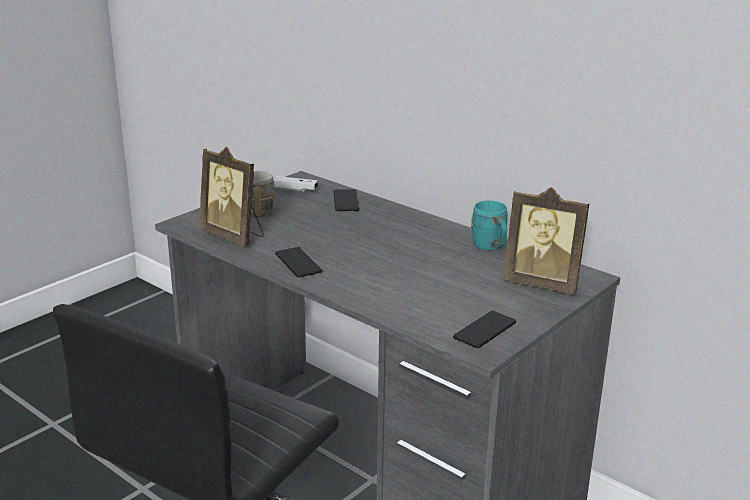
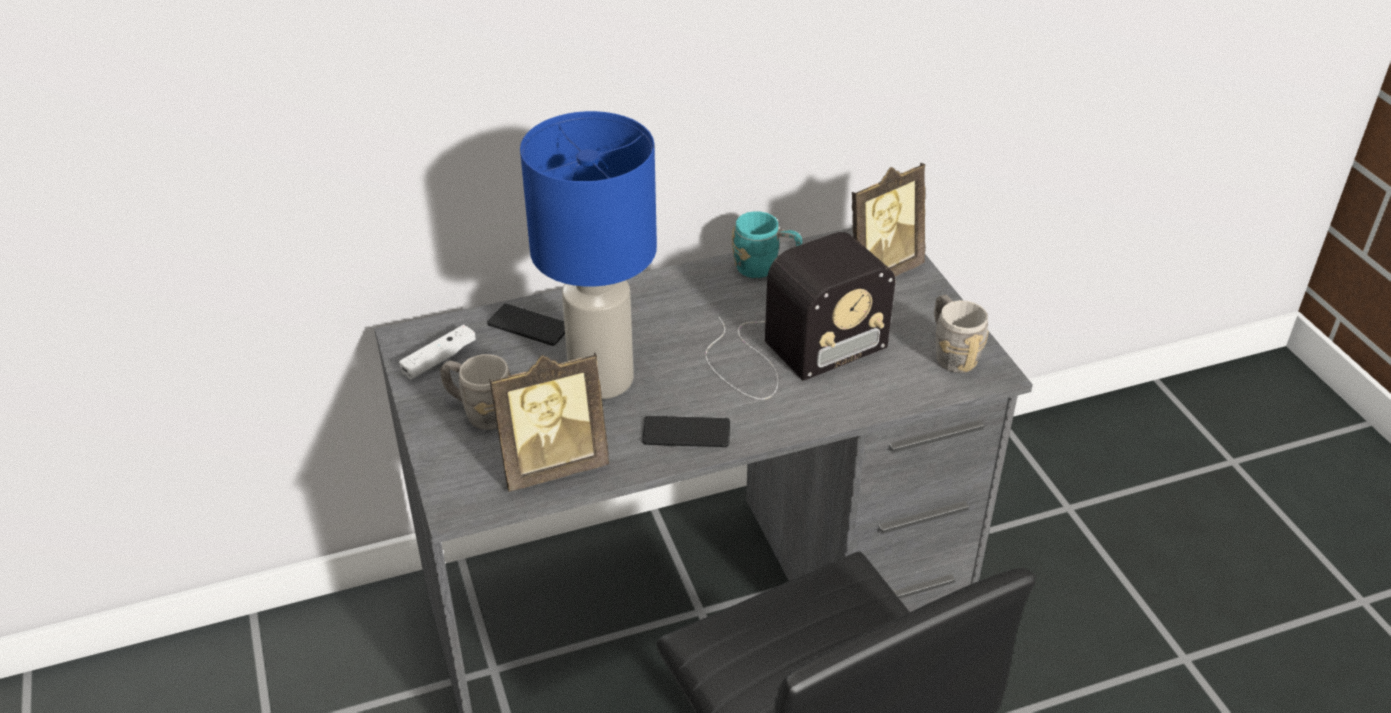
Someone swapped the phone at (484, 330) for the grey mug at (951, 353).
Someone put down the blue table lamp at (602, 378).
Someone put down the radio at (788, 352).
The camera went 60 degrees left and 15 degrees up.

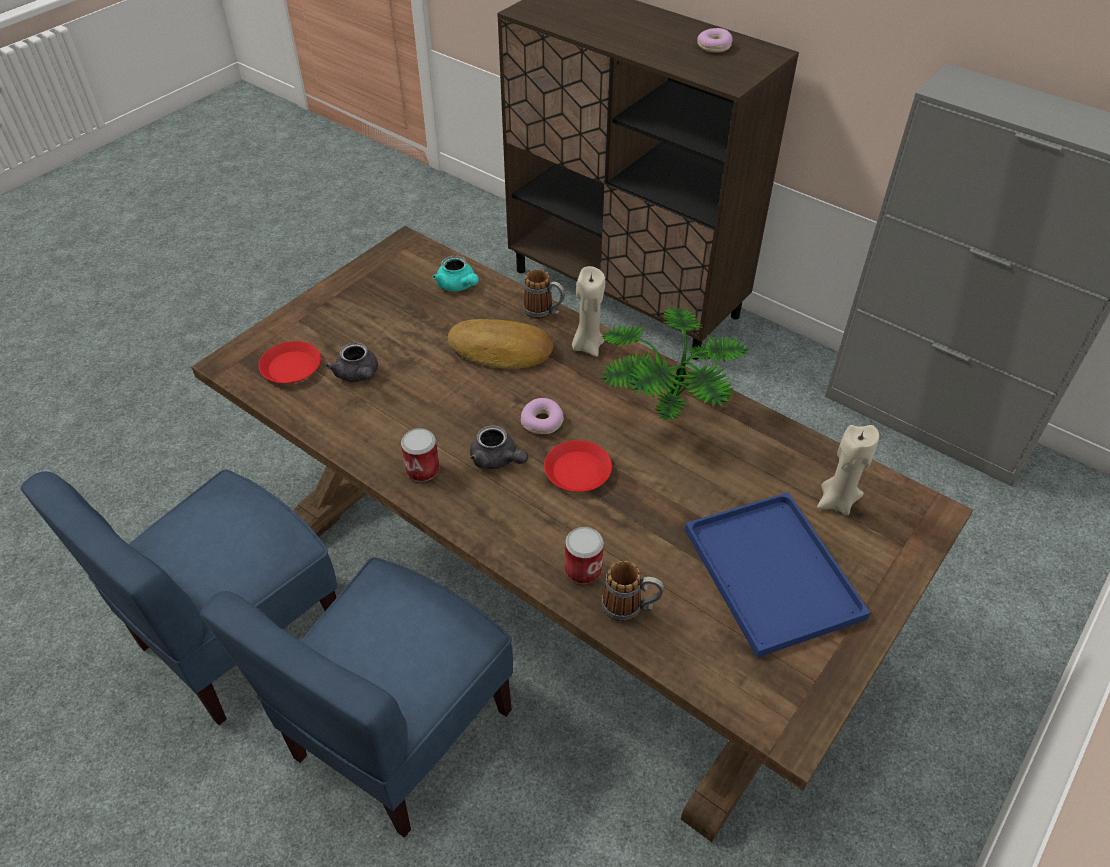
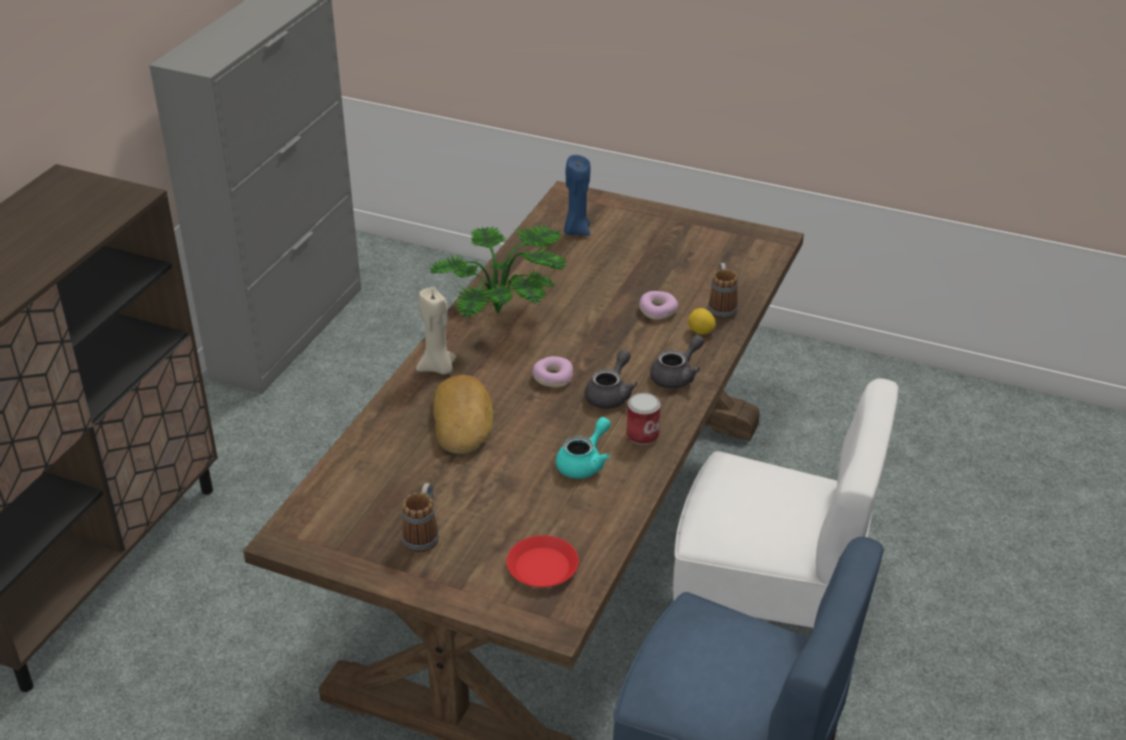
Someone carried the donut from (714, 47) to (657, 310).
Someone carried the turquoise teapot from (458, 286) to (584, 463).
Someone carried the mug from (544, 312) to (423, 534).
Someone carried the grey teapot from (358, 375) to (677, 376).
Someone repainted the beige candle at (837, 501), which became the blue candle at (576, 230).
Someone took away the red plate at (578, 470).
Someone took away the blue tray at (775, 575).
Someone swapped the can at (583, 569) for the lemon at (700, 332).
Someone repainted the blue chair at (400, 732), which became the white chair at (767, 616).
The camera went 105 degrees left and 10 degrees down.

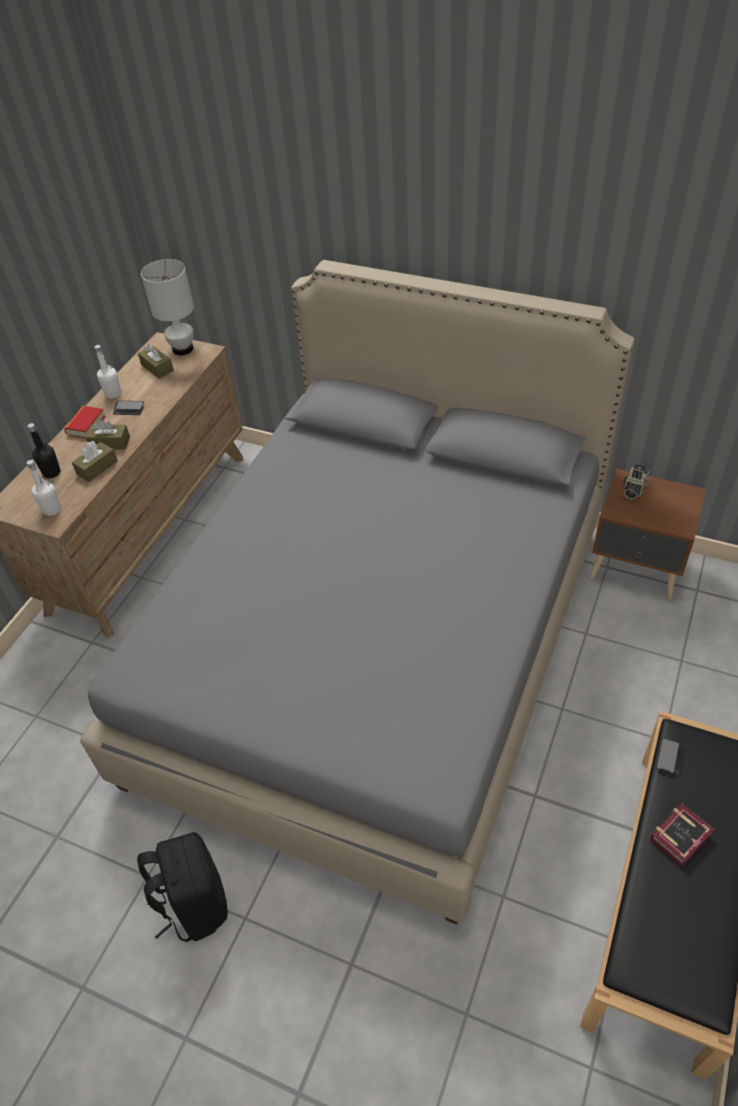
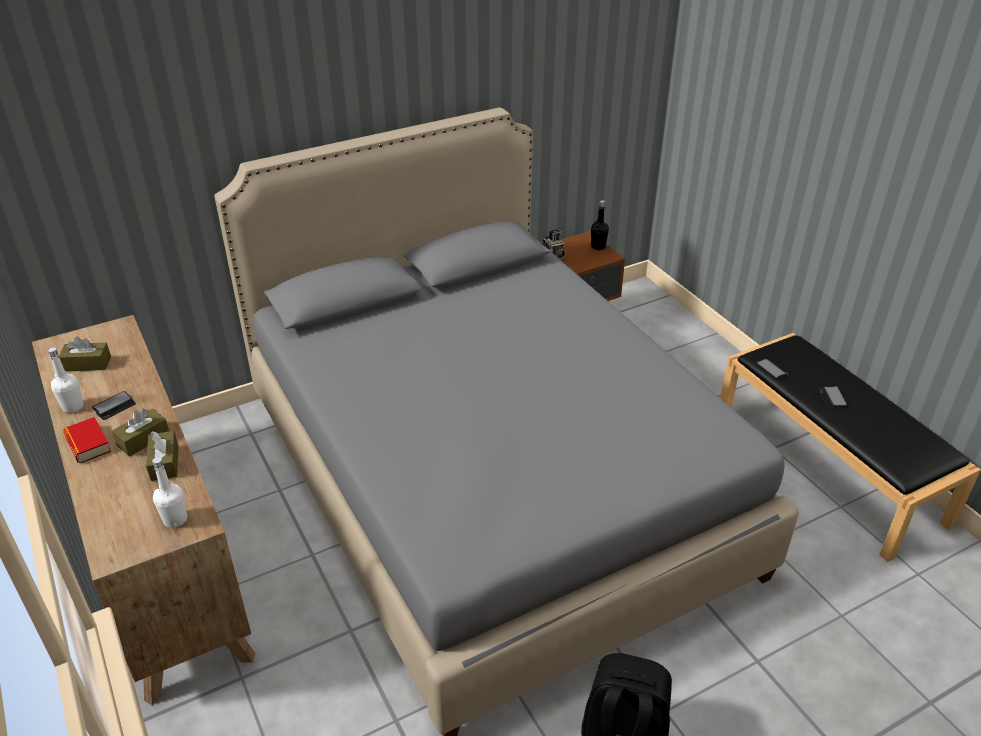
Someone took away the white table lamp at (183, 349).
Someone carried the black bottle from (52, 473) to (598, 247).
Someone swapped the book at (682, 836) for the phone at (832, 398).
The camera went 55 degrees left and 10 degrees down.

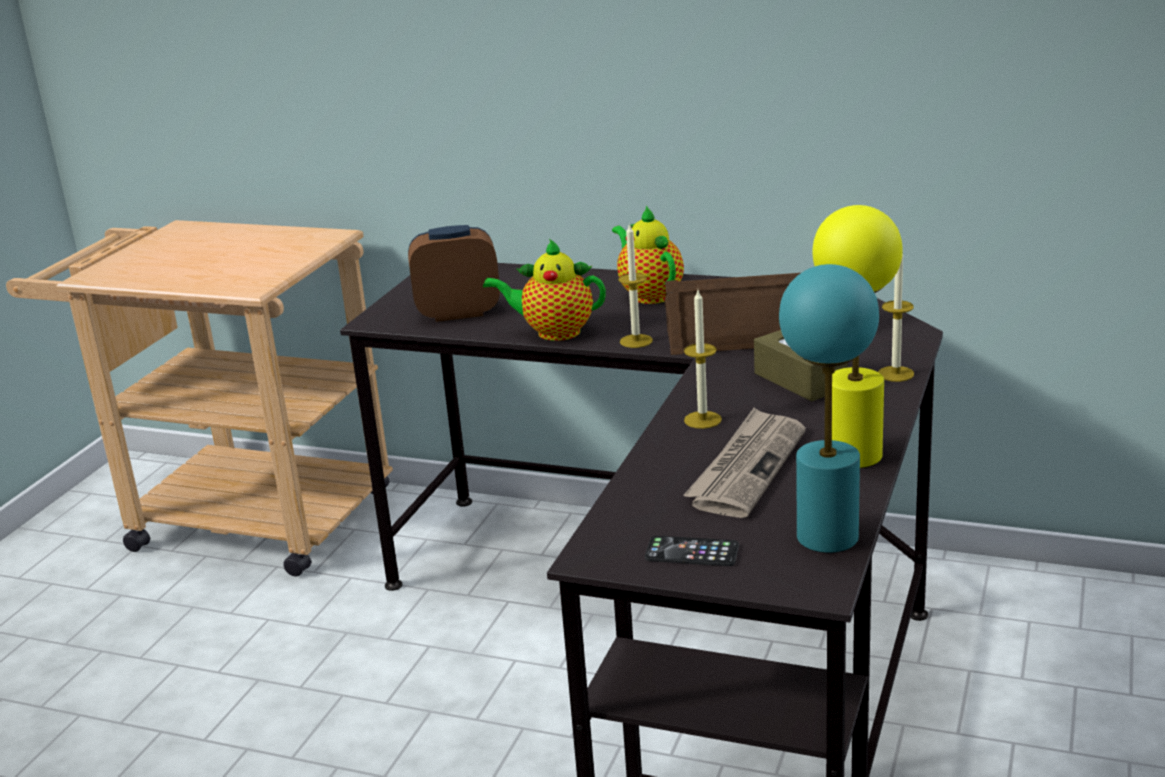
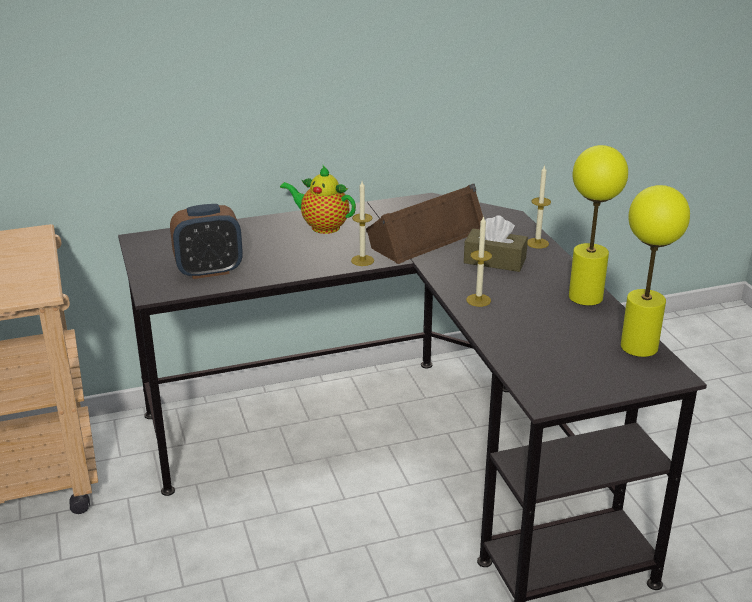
Someone rotated the alarm clock at (458, 313) by 150 degrees counterclockwise.
Someone took away the teapot at (553, 332).
Someone repainted the turquoise table lamp at (826, 536), which became the yellow table lamp at (638, 347).
Someone took away the newspaper at (747, 467).
Someone took away the phone at (692, 552).
The camera went 40 degrees left and 5 degrees up.

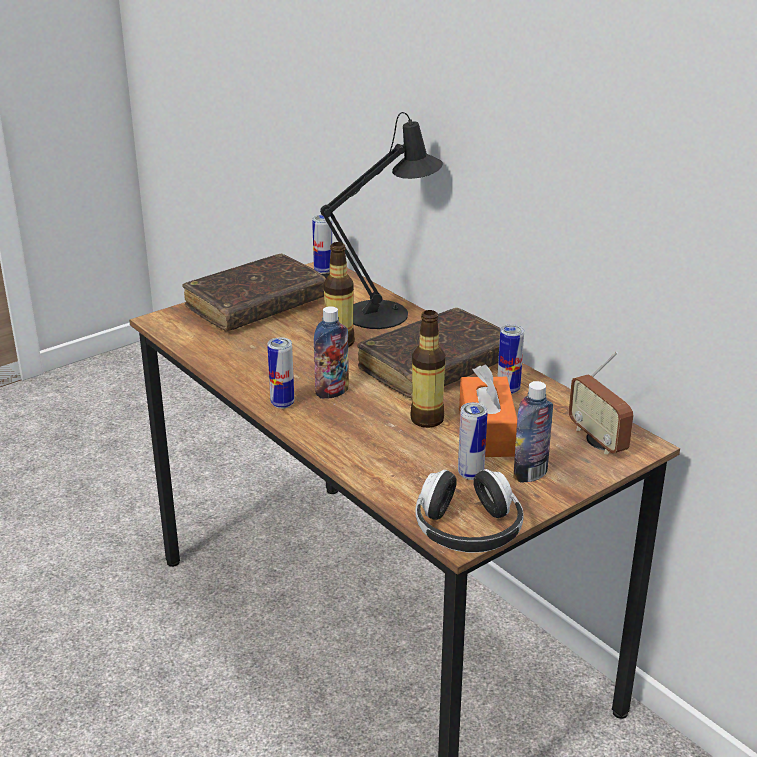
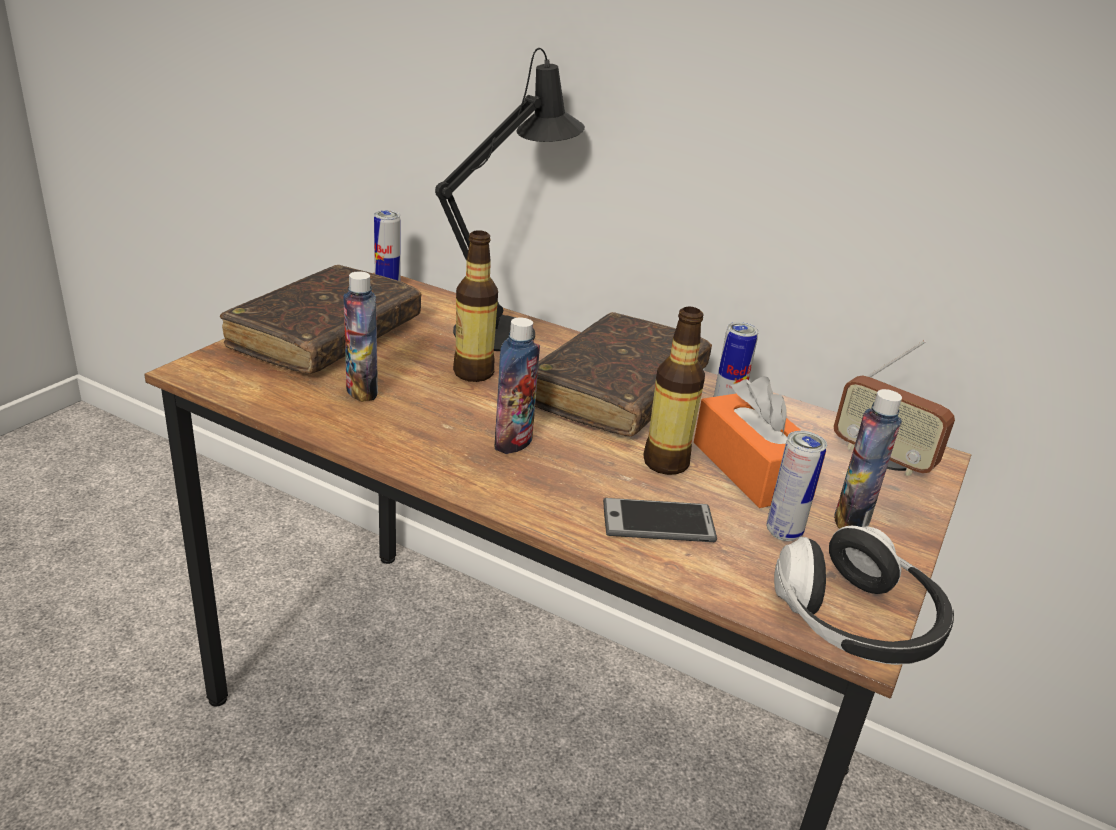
Someone took away the can at (282, 404).
Someone put down the bottle at (362, 391).
Someone put down the phone at (658, 522).
The camera went 25 degrees left and 0 degrees up.

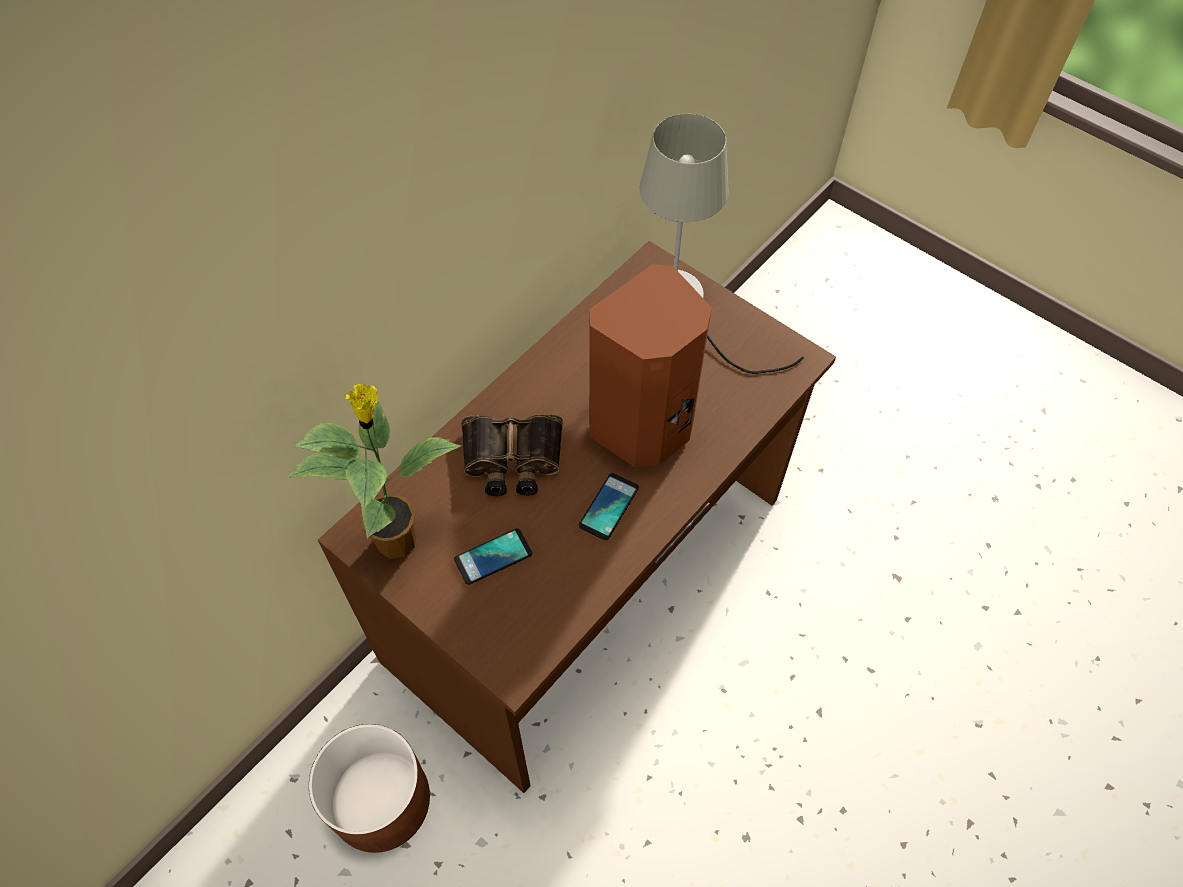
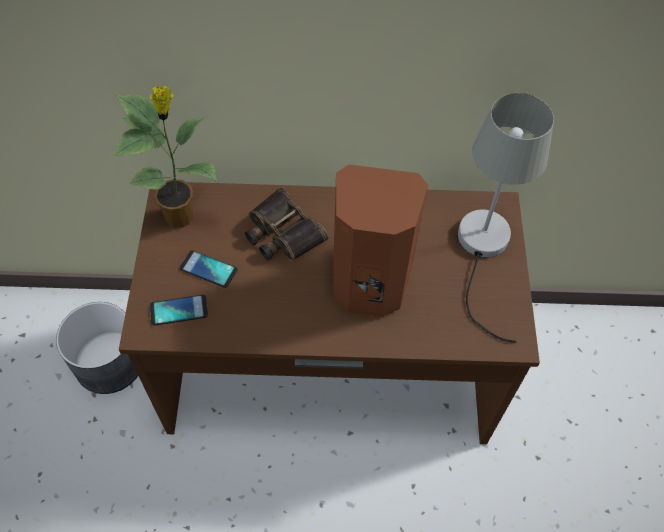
Someone carried the phone from (609, 507) to (179, 310).
Someone repainted the brown planter at (379, 799), which became the grey planter at (109, 361).
The camera went 50 degrees right and 0 degrees up.

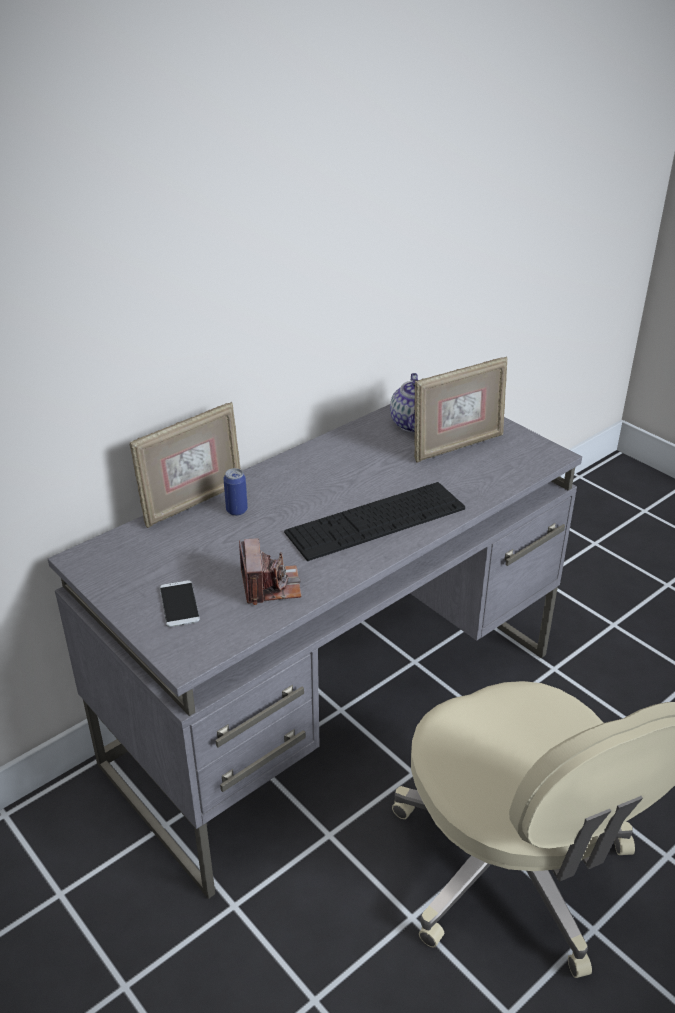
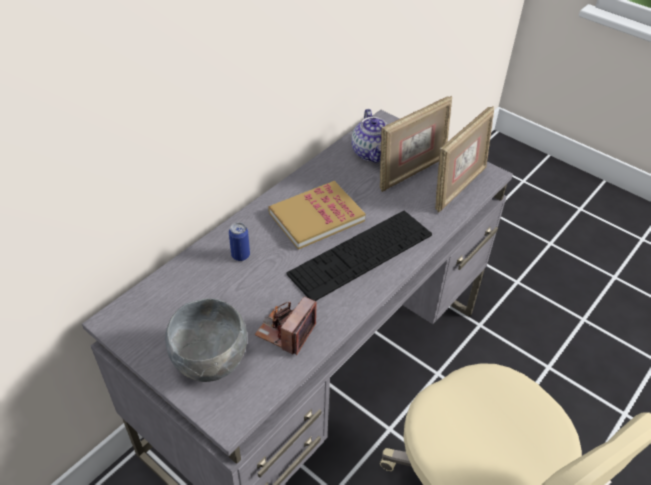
Someone carried the picture frame from (192, 503) to (458, 187).
Someone rotated the photo camera at (270, 585) by 135 degrees counterclockwise.
Someone swapped the phone at (179, 604) for the grey bowl at (211, 360).
Someone put down the book at (316, 217).
The camera went 10 degrees left and 10 degrees up.

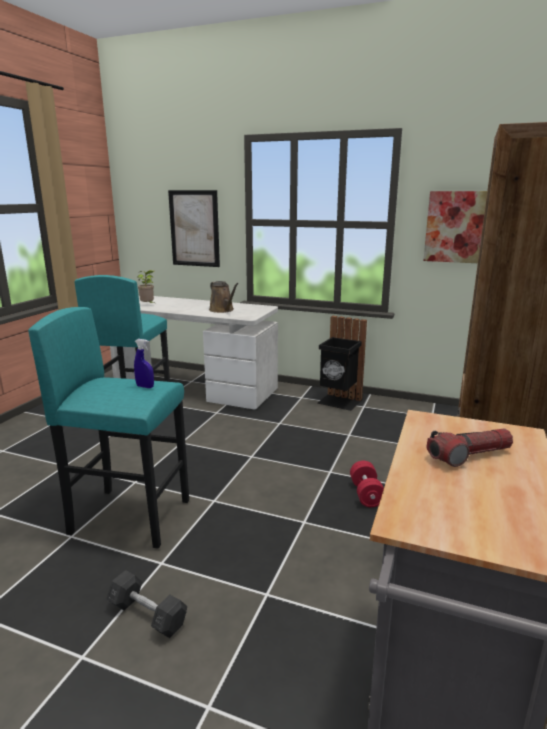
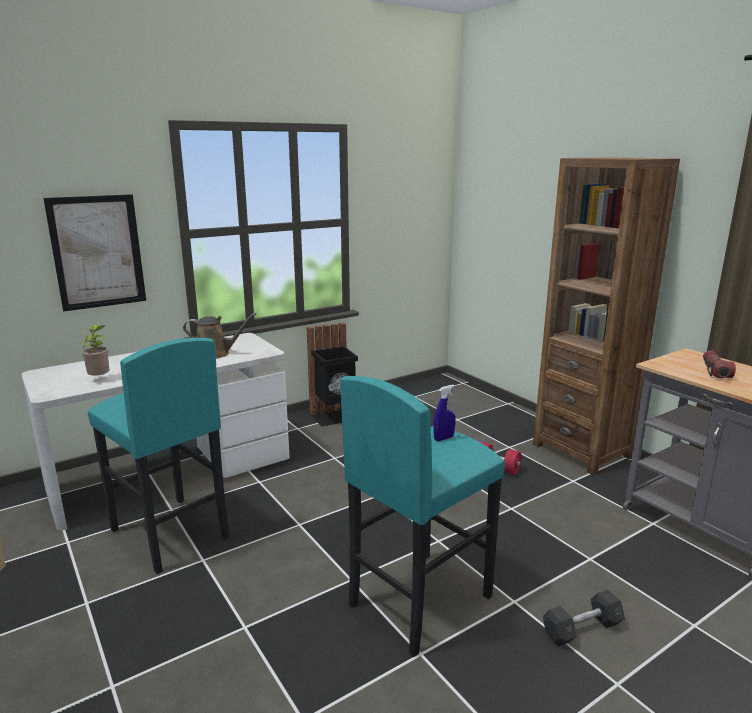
Someone took away the picture at (455, 227).
The camera went 55 degrees left and 0 degrees up.

